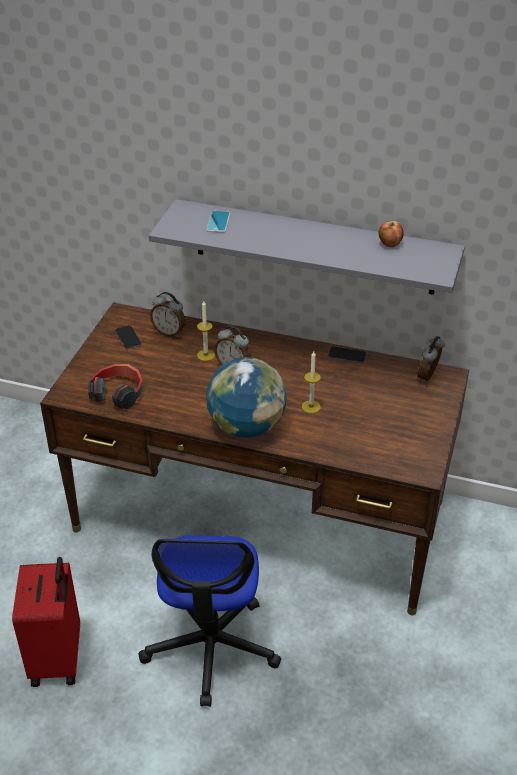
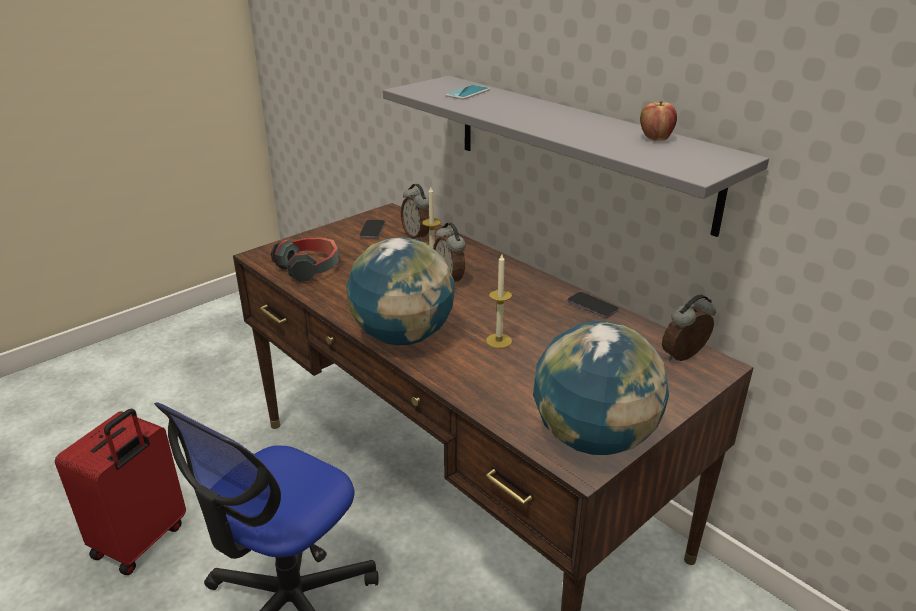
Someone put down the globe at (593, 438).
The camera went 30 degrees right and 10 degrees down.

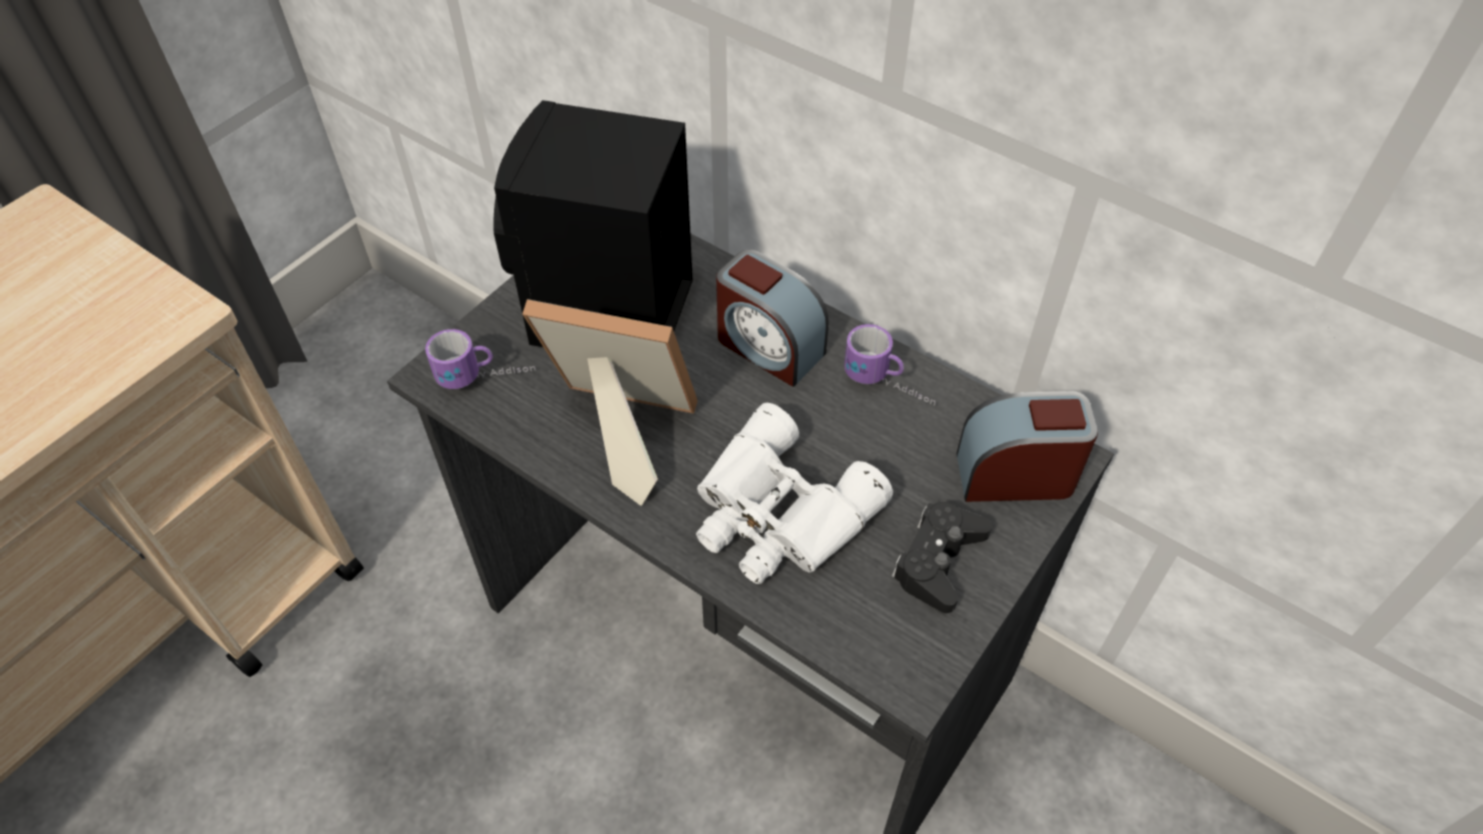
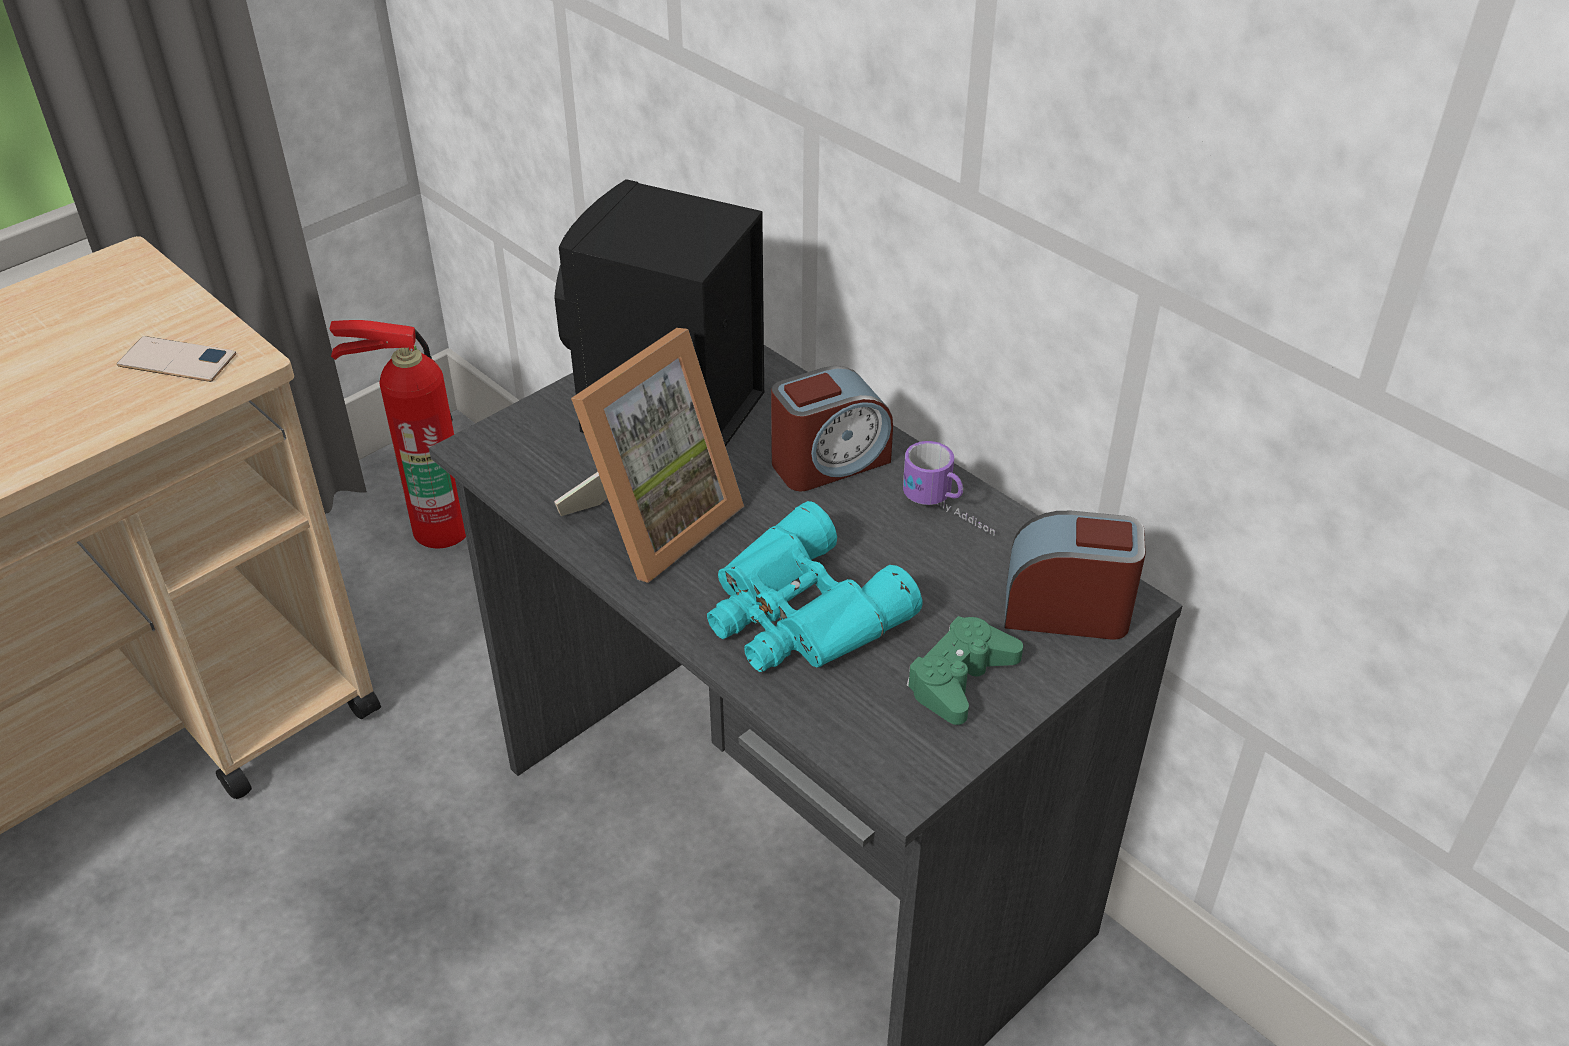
Someone rotated the alarm clock at (768, 346) by 75 degrees counterclockwise.
Someone rotated the picture frame at (619, 433) by 105 degrees clockwise.
Someone took away the mug at (486, 378).
Someone repainted the white binoculars at (778, 515), which became the turquoise binoculars at (799, 615).
Someone repainted the black game controller at (938, 561), which became the green game controller at (960, 678).
Someone put down the fire extinguisher at (437, 525).
Someone put down the phone at (177, 360).
The camera went 10 degrees right and 10 degrees down.

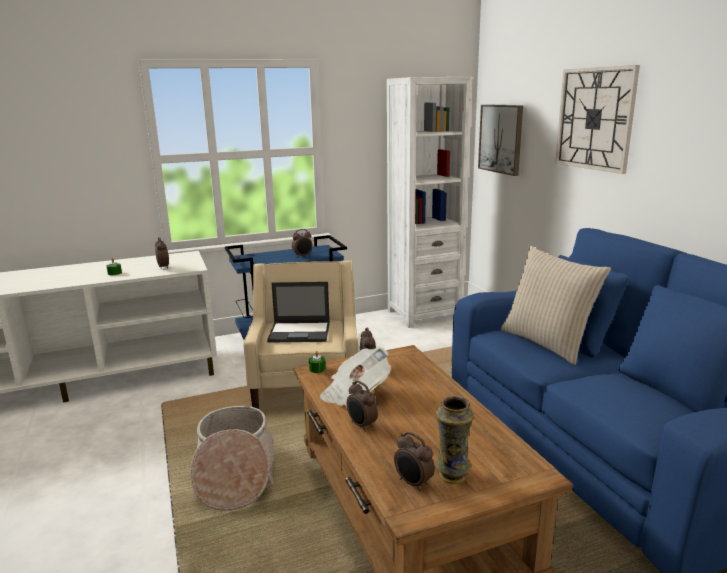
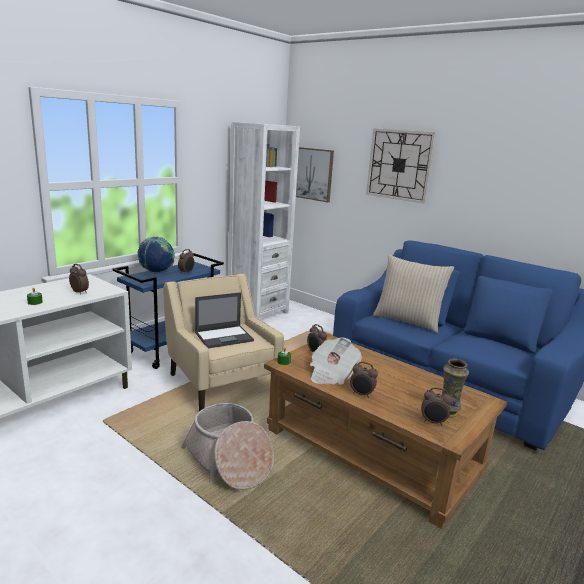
Someone put down the globe at (156, 272).
The camera went 30 degrees left and 0 degrees up.

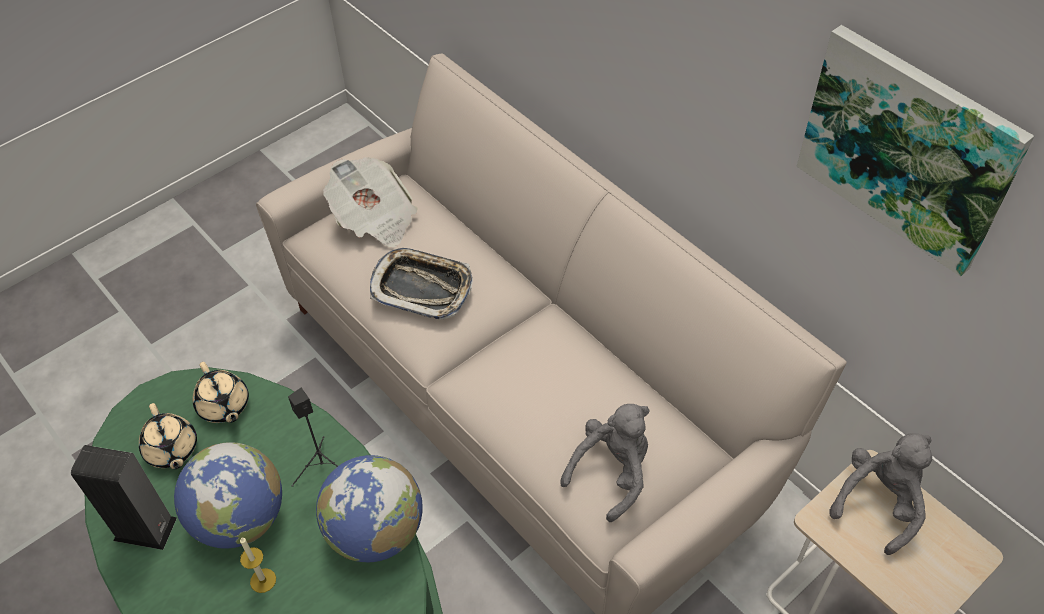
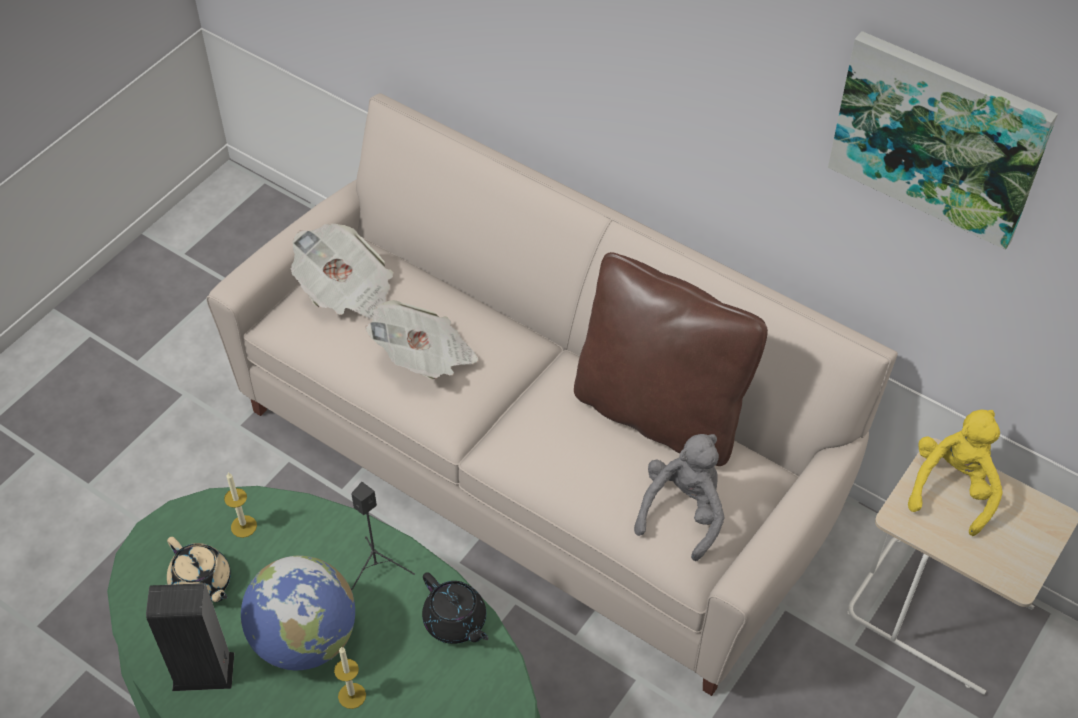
Someone swapped the tray at (422, 287) for the newspaper at (425, 357).
Someone swapped the beige teapot at (224, 406) for the candle at (243, 526).
Someone repainted the grey plush toy at (879, 503), which became the yellow plush toy at (953, 488).
Someone swapped the globe at (376, 532) for the black teapot at (455, 622).
Someone put down the brown pillow at (660, 412).
The camera went 15 degrees left and 0 degrees up.

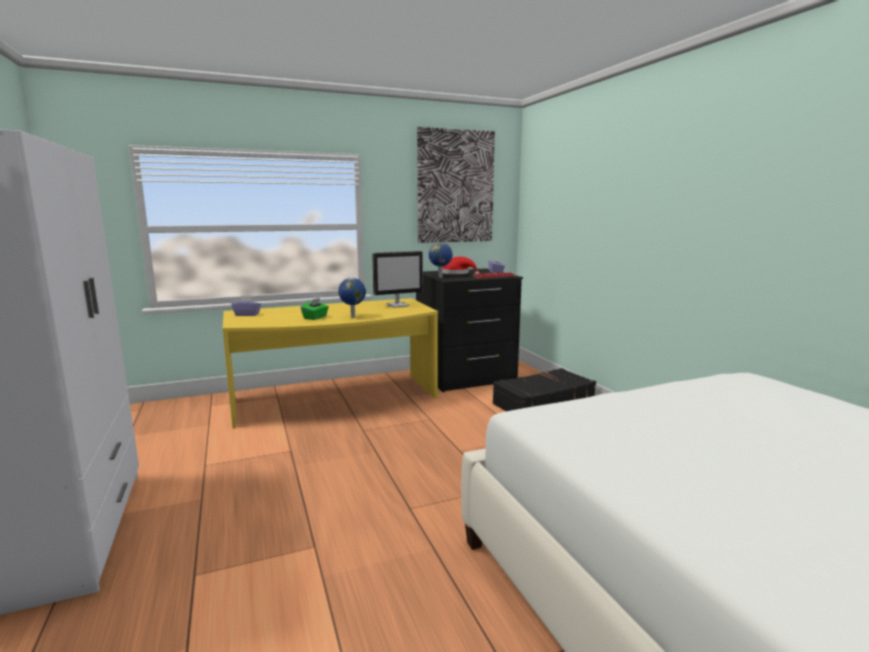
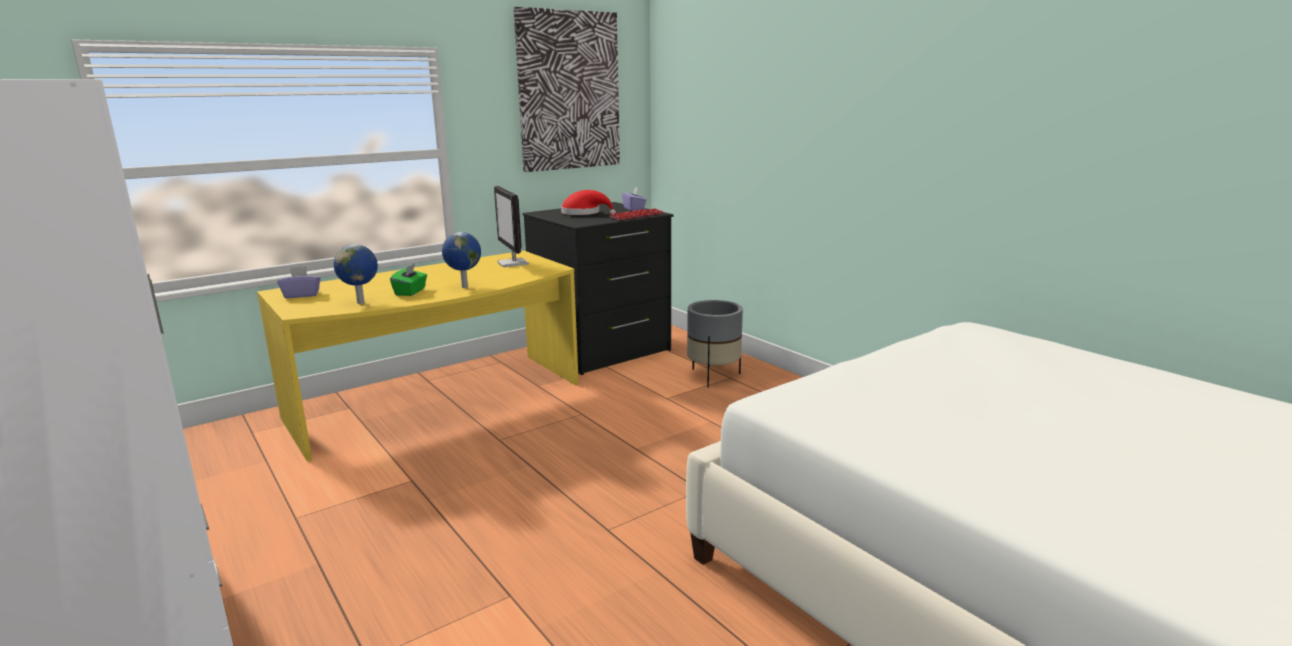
Someone carried the globe from (441, 277) to (361, 303).
Someone rotated the monitor at (397, 305) by 105 degrees clockwise.
Someone swapped the black suitcase at (542, 404) for the grey planter at (713, 376).
The camera went 15 degrees left and 5 degrees up.

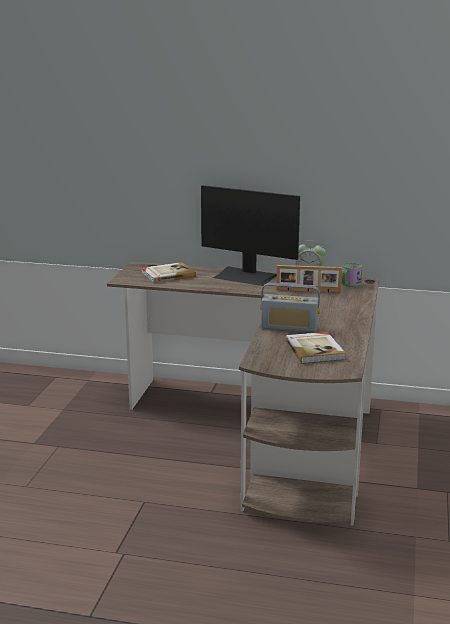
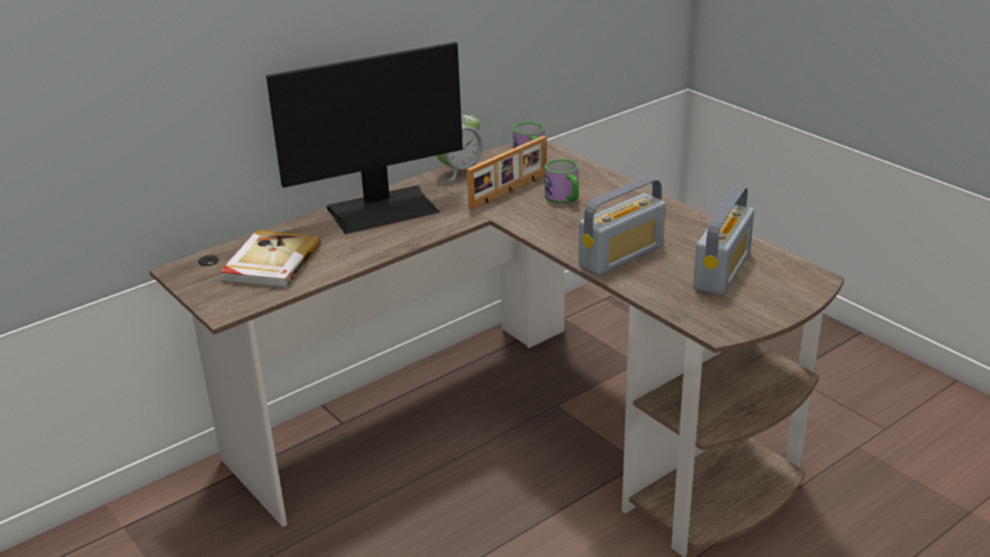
Someone swapped the book at (315, 350) for the radio at (722, 270).
Someone put down the mug at (564, 198).
The camera went 50 degrees left and 10 degrees up.

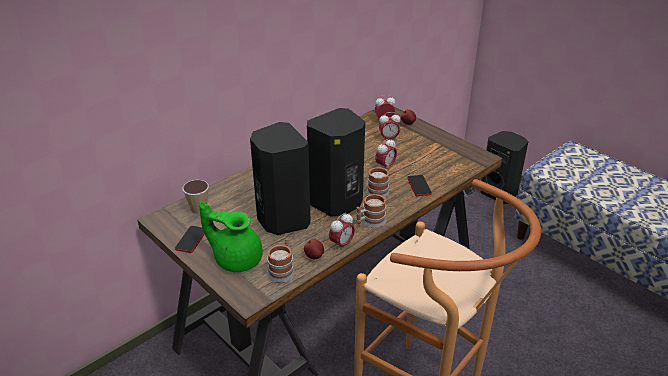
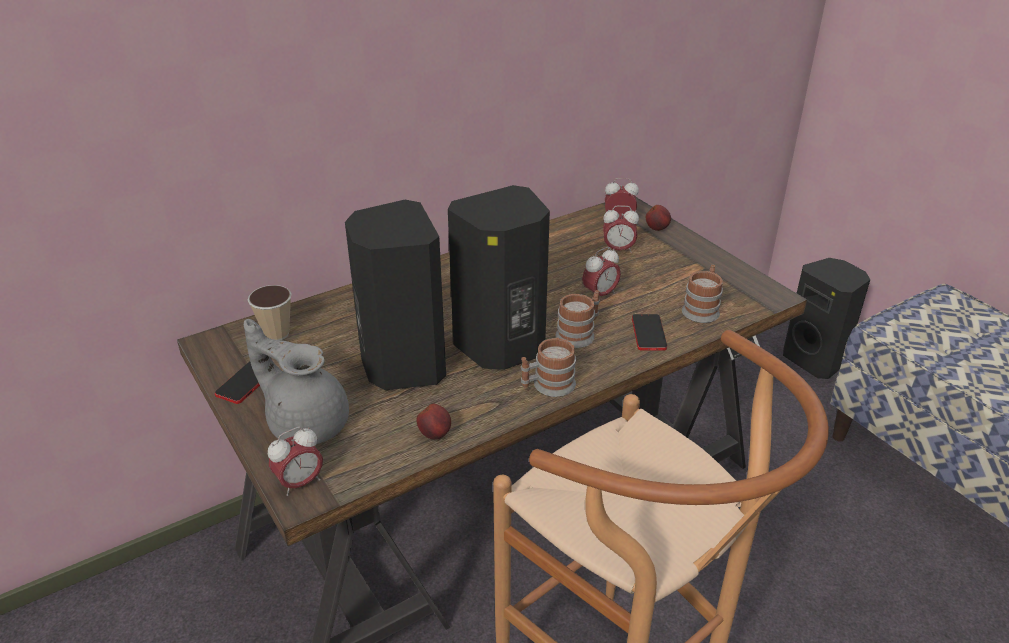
Someone repainted the green teapot at (236, 259), which became the grey teapot at (306, 423).
Someone carried the alarm clock from (341, 244) to (300, 483).
Someone carried the mug from (282, 270) to (702, 309).
The camera went 10 degrees right and 0 degrees up.

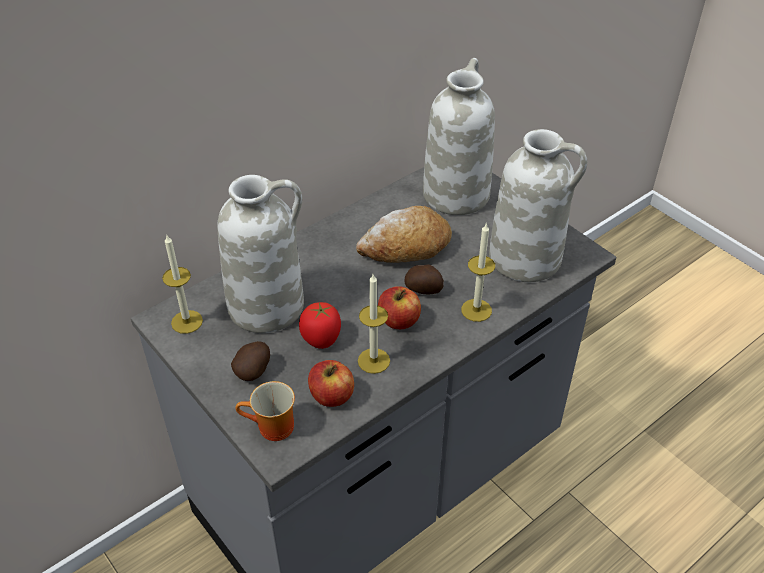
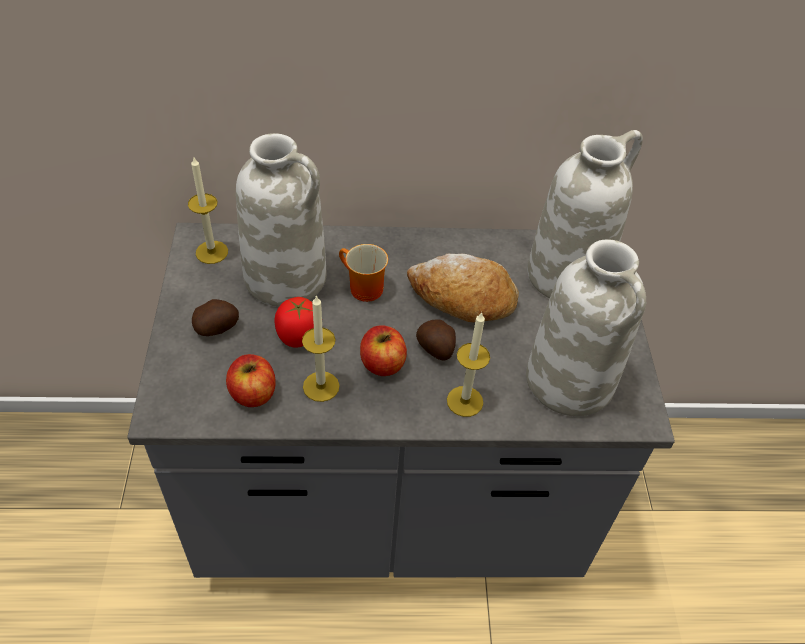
Someone carried the mug from (271, 429) to (361, 289).
The camera went 35 degrees right and 5 degrees up.

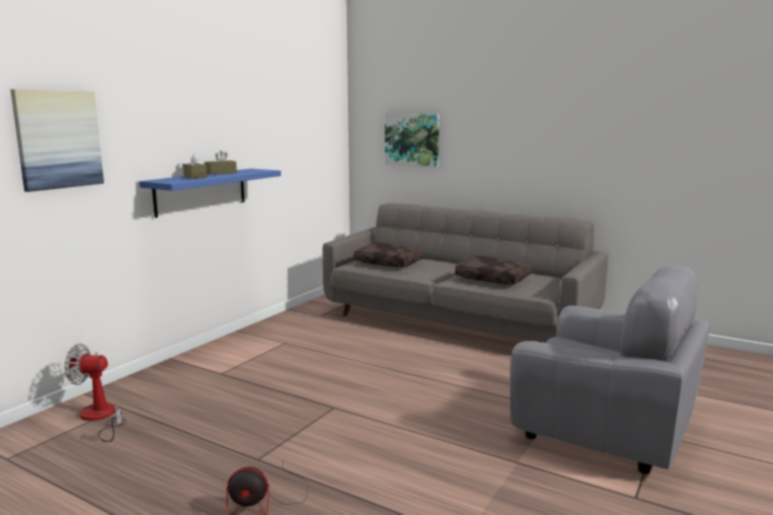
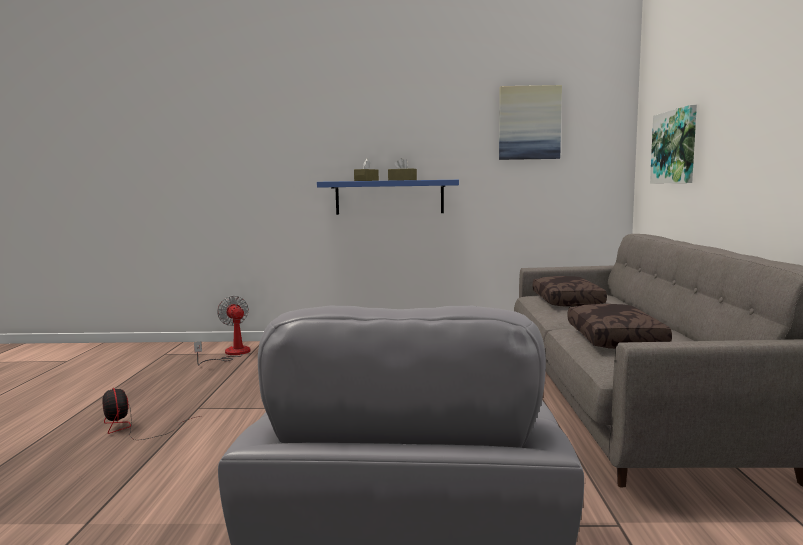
Someone carried the picture from (58, 139) to (529, 123).
The camera went 60 degrees right and 5 degrees down.

